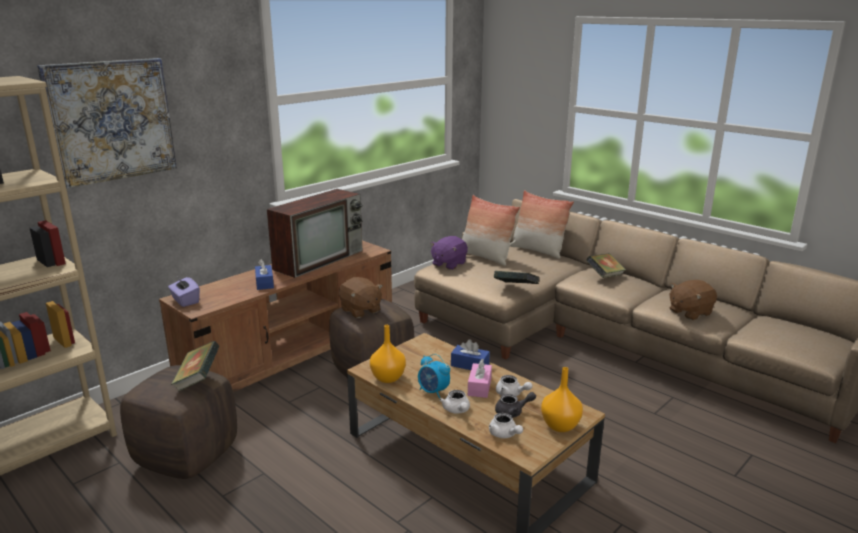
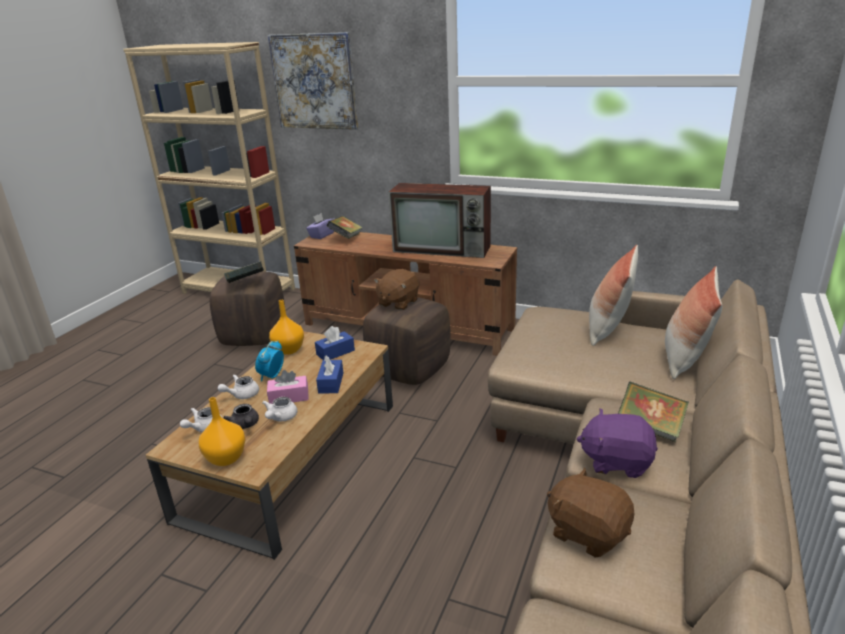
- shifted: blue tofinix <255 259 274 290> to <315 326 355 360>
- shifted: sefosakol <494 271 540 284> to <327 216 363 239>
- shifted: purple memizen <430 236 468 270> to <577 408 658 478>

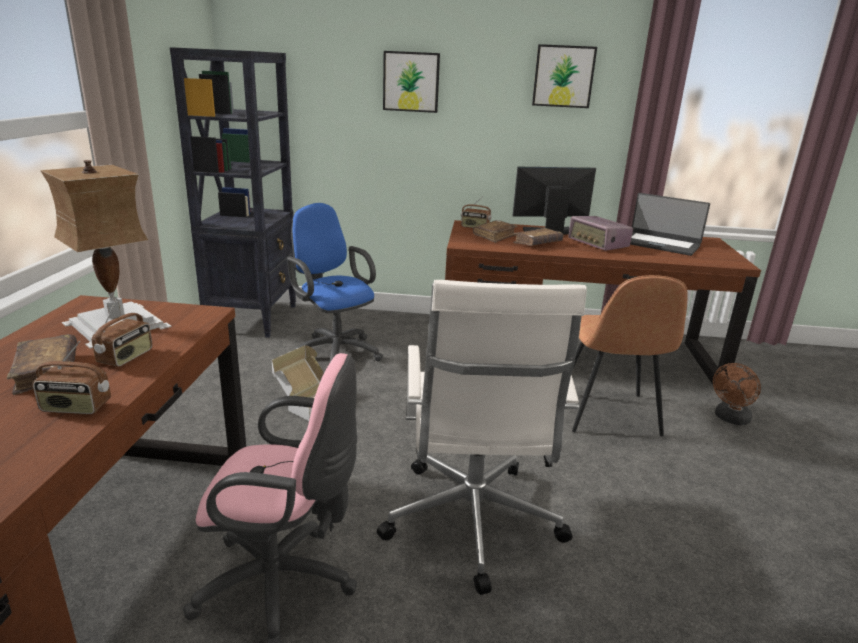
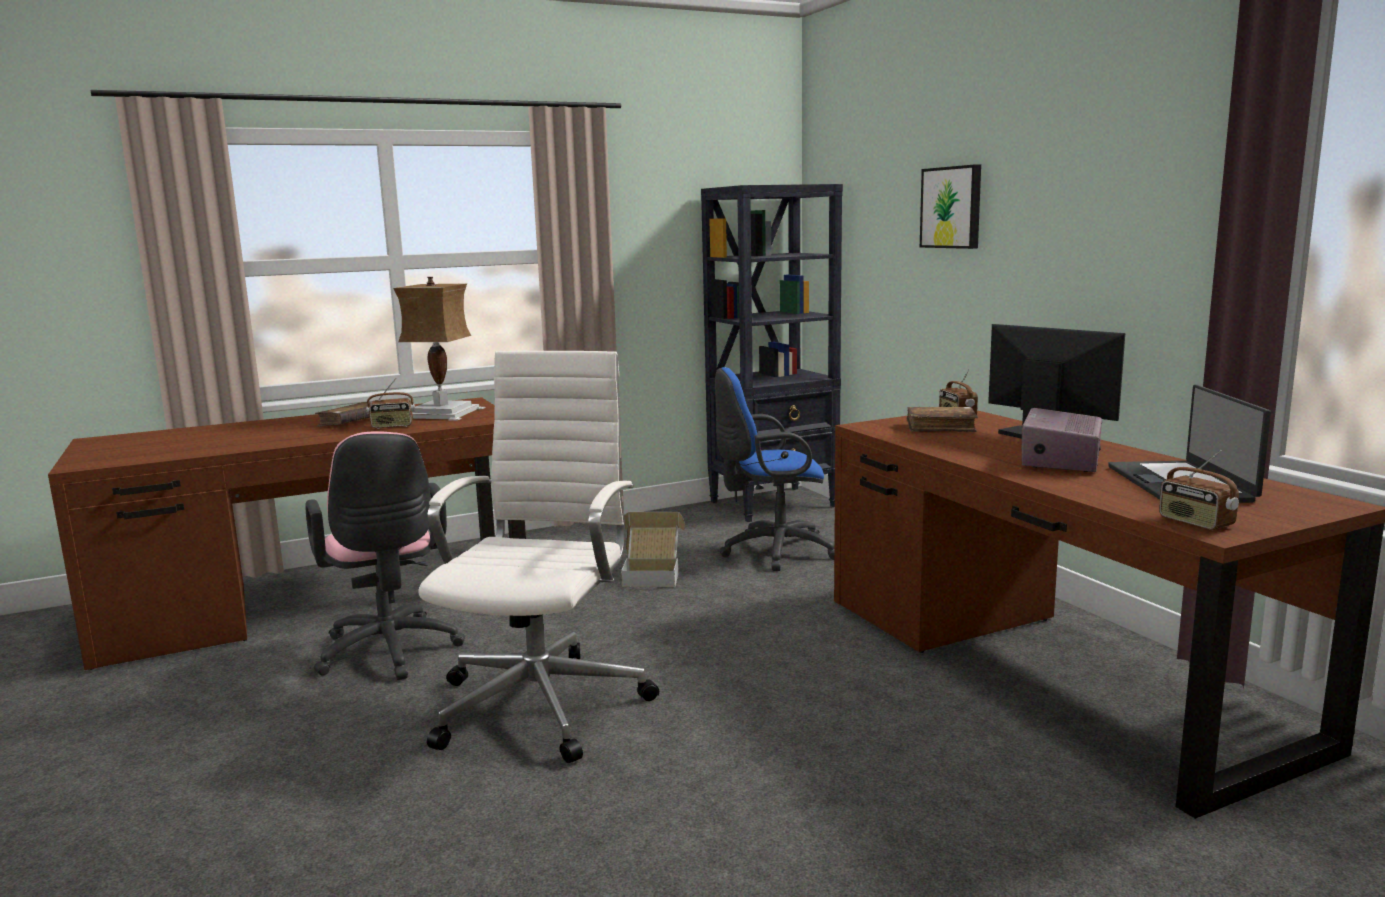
- rotated: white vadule <377 280 587 595> = <418 351 659 763> 135 degrees clockwise
- rotated: blue vadule <287 203 383 364> = <715 367 834 571> 120 degrees counterclockwise
- shifted: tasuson <32 341 111 415> to <1159 450 1239 530>
- gone: brown sefosakol <513 228 563 246>
- gone: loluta <532 44 597 108>
- gone: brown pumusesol <572 275 688 436>
- gone: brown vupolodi <713 363 761 425>

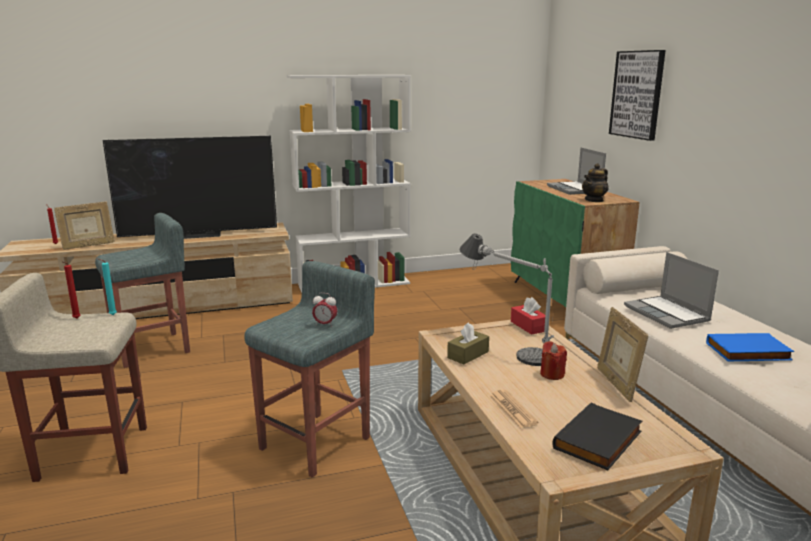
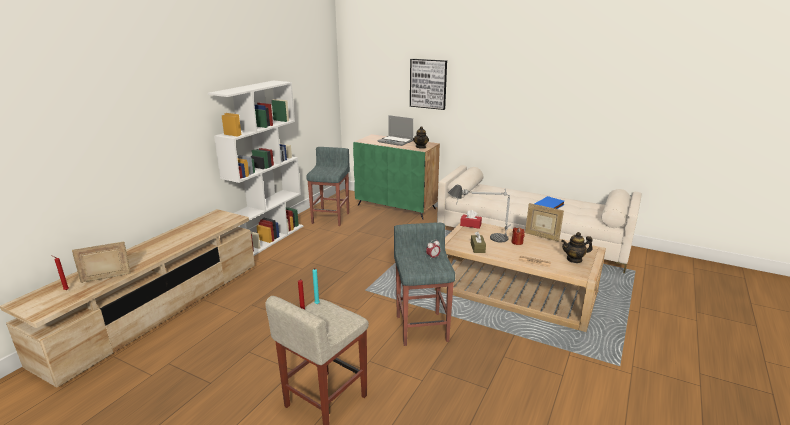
- rotated: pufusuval <54 202 115 250> = <72 242 131 283> 135 degrees counterclockwise
- shifted: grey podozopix <95 213 190 368> to <306 147 350 226>
- swapped: black sefosakol <552 402 642 470> to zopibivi <561 232 593 263>
- gone: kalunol <103 136 277 239>
- gone: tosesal <624 252 719 329>

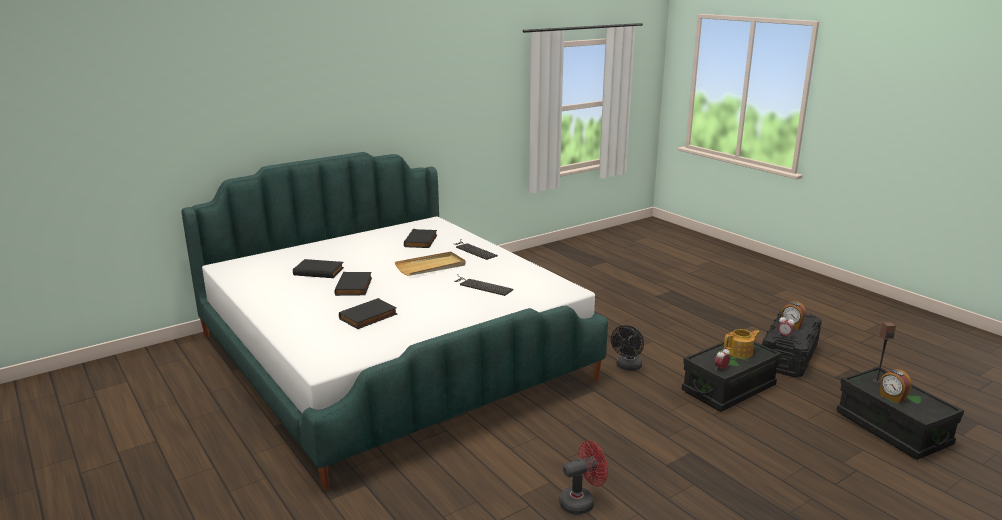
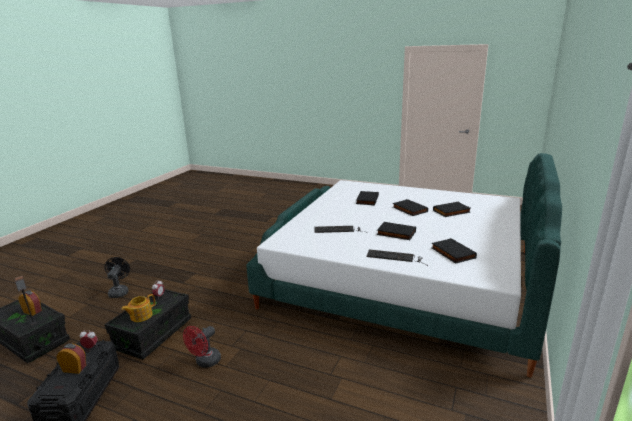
- shifted: black vupolodi <611 325 644 371> to <104 257 130 298>
- shifted: red vupolodi <559 440 608 515> to <183 326 221 368>
- swapped: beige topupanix <395 252 466 276> to black sefosakol <377 222 416 240>

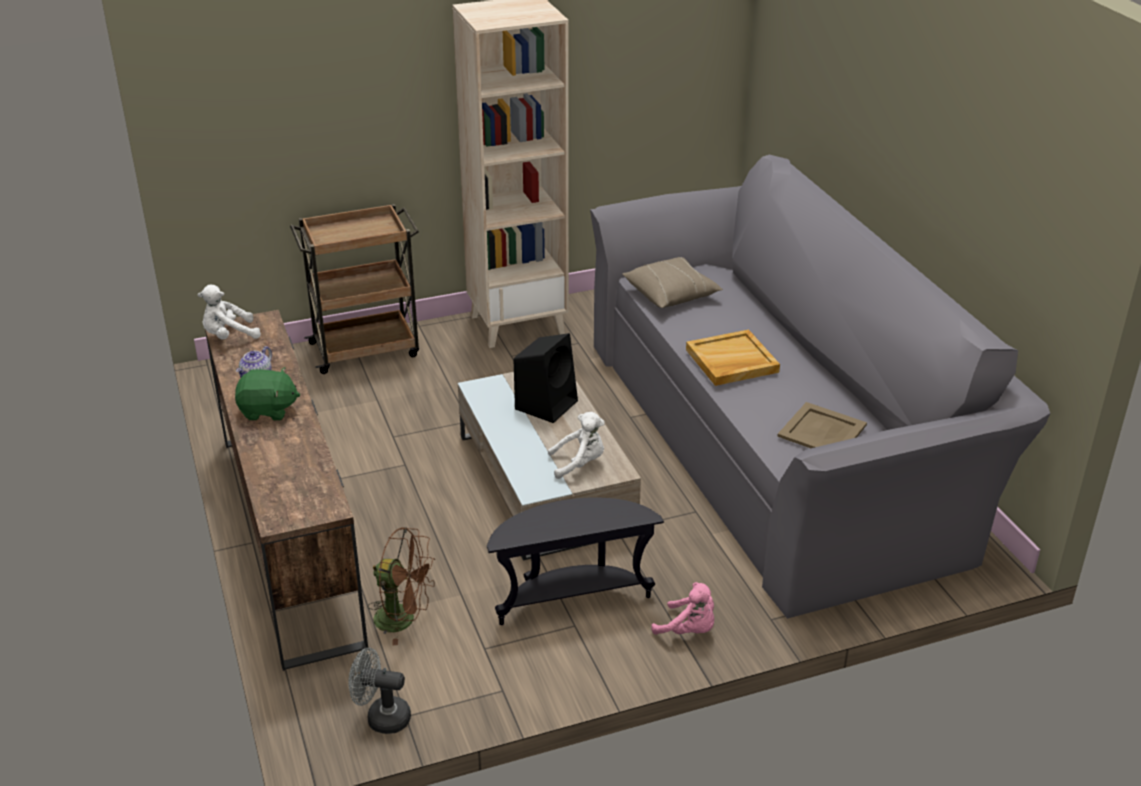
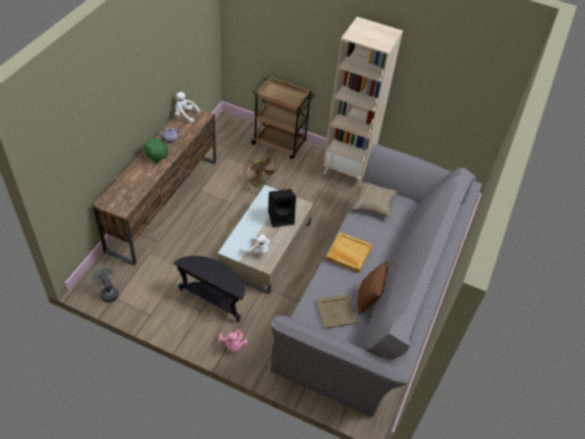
- shifted: brown vupolodi <367 527 435 646> to <245 153 278 190>
- new: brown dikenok <357 261 388 315>

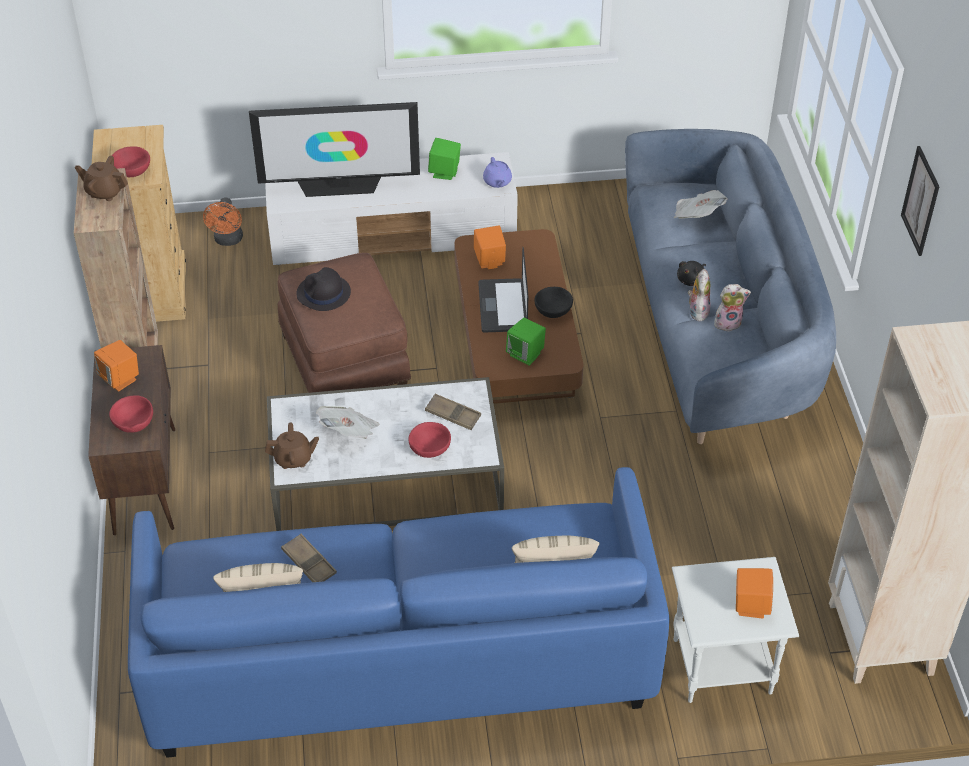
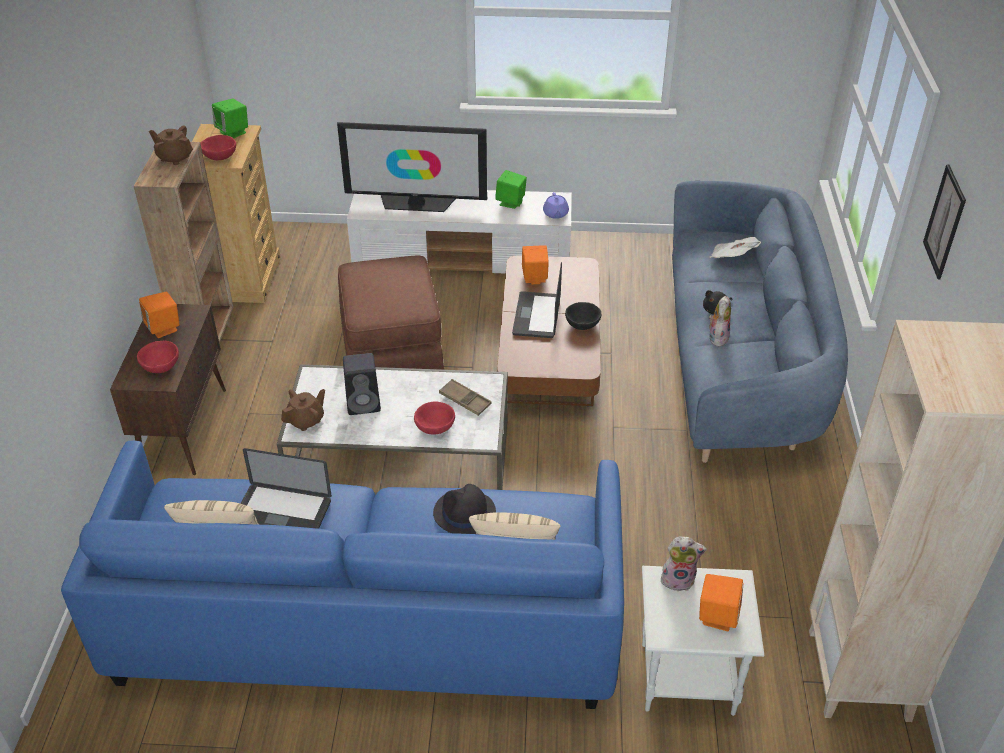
- shifted: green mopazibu <506 318 546 366> to <212 98 248 138>
- swapped: brown topupanix <281 534 337 582> to tosesal <241 448 332 529>
- rotated: brown zopibivi <265 423 319 469> = <281 389 325 431> 45 degrees counterclockwise
- swapped: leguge <316 406 380 439> to black mopazibu <343 353 381 415>
- shifted: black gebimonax <297 267 351 311> to <433 484 496 534>
- shifted: memizen <714 284 751 332> to <661 536 707 591>
- gone: orange vupolodi <203 197 243 246>

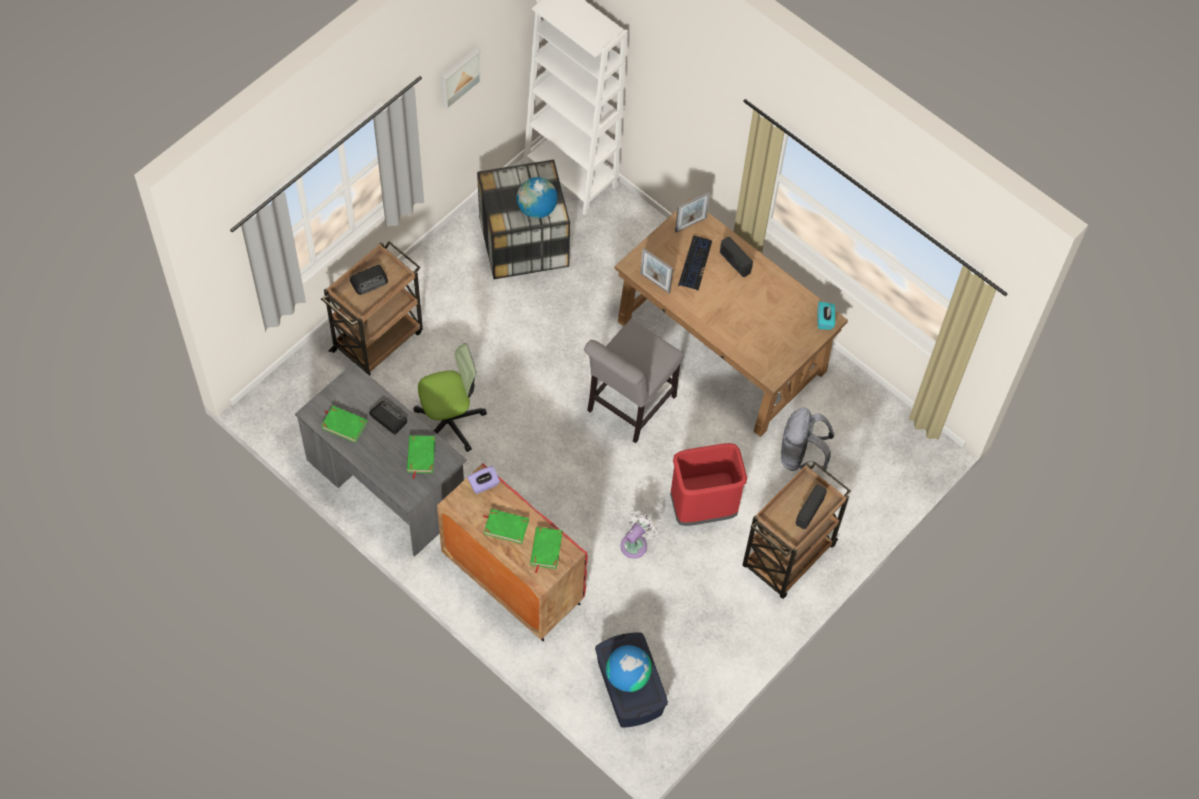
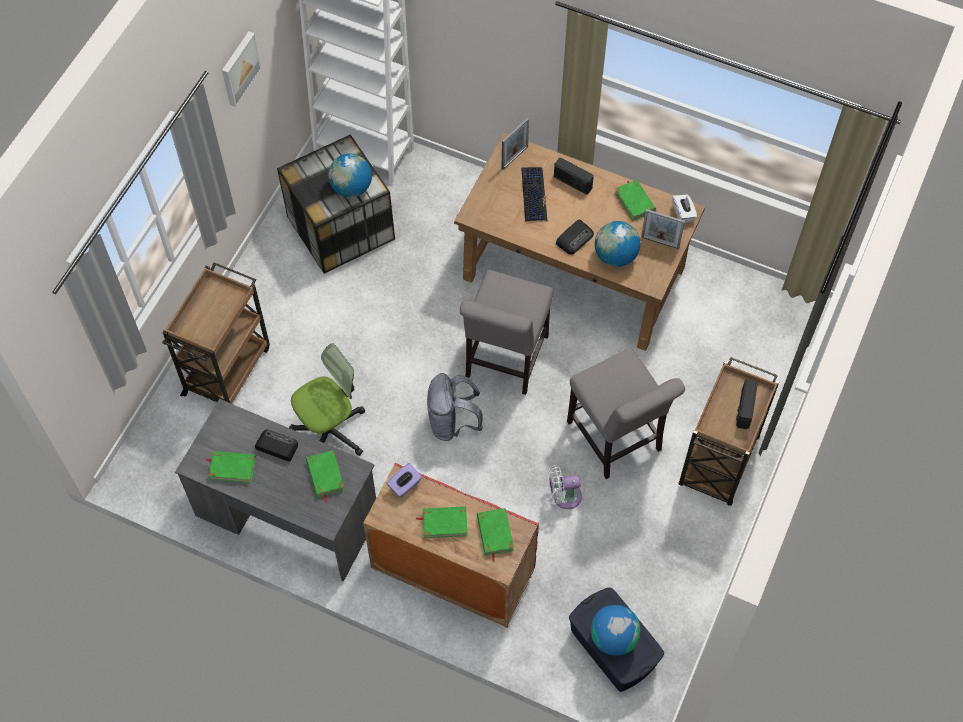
- shifted: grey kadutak <781 407 834 471> to <427 373 483 441>
- rotated: white vupolodi <620 510 658 559> = <549 465 582 509> 120 degrees counterclockwise
- shifted: tasuson <350 265 388 295> to <556 219 594 255>
- swapped: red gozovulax <670 443 747 526> to grey pumusesol <567 348 685 479>
- new: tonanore <595 221 640 267>
- new: green sefosakol <614 179 656 221>
- shifted: pufusuval <640 248 673 293> to <641 209 685 249>
- repainted: turquoise tofinix <818 301 836 330> to white tofinix <672 195 697 223>

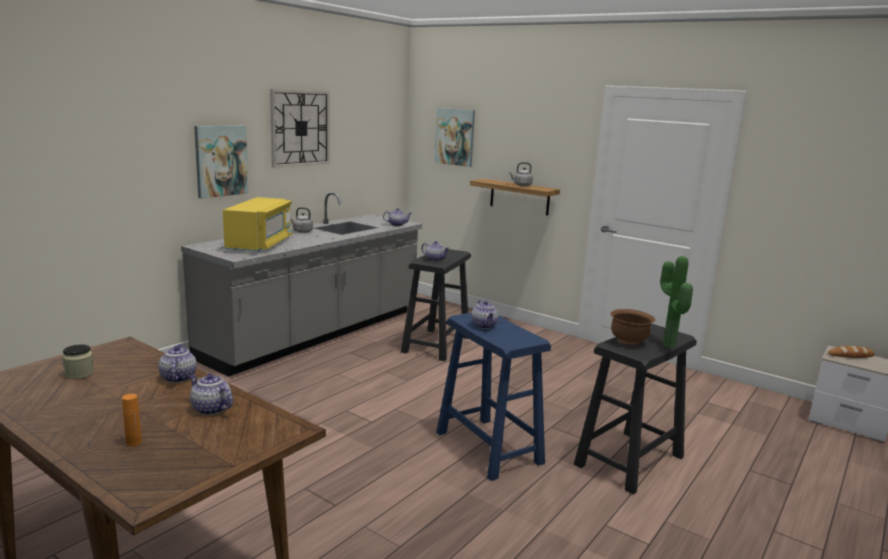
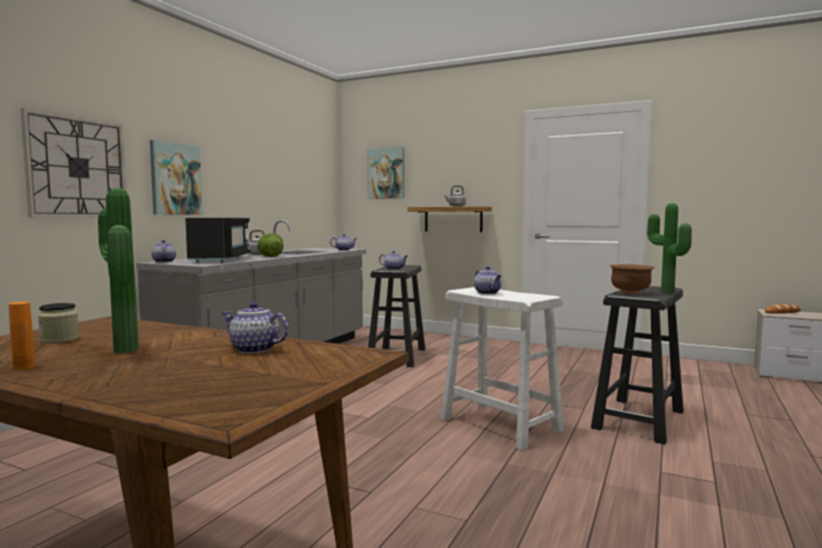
- shifted: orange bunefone <122 394 142 446> to <9 302 35 370>
- shifted: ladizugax <270 89 330 168> to <21 108 126 218>
- new: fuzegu <98 188 139 353>
- shifted: zopibivi <158 344 197 383> to <151 240 176 262>
- repainted: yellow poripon <223 197 292 252> to black poripon <185 218 251 262>
- new: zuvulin <257 233 283 257>
- repainted: blue podozopix <436 313 551 481> to white podozopix <441 287 564 451>

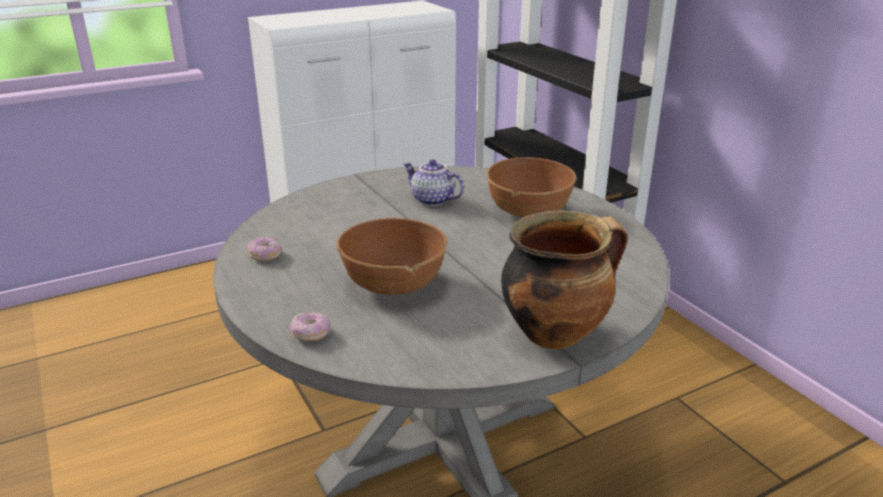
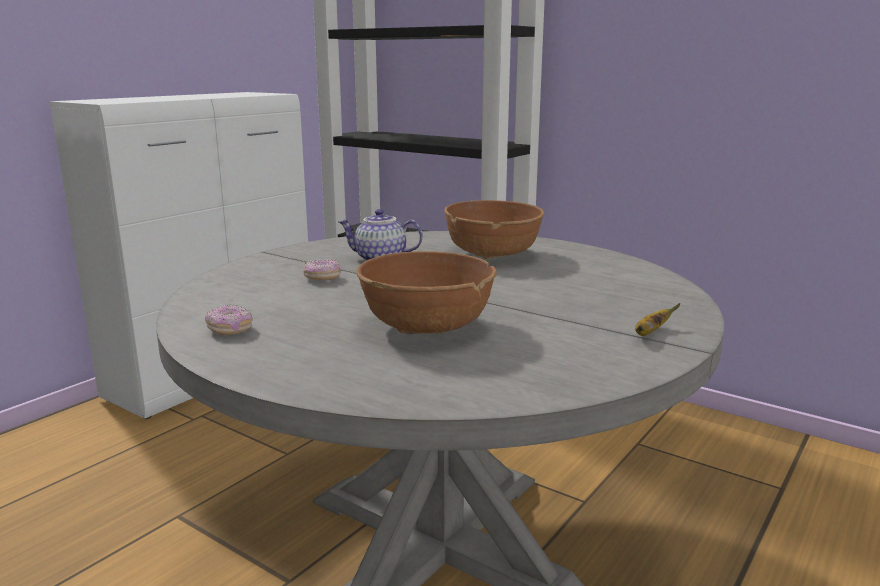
- shifted: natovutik <290 312 329 341> to <303 259 341 280>
- swapped: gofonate <501 210 628 349> to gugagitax <635 303 680 336>

